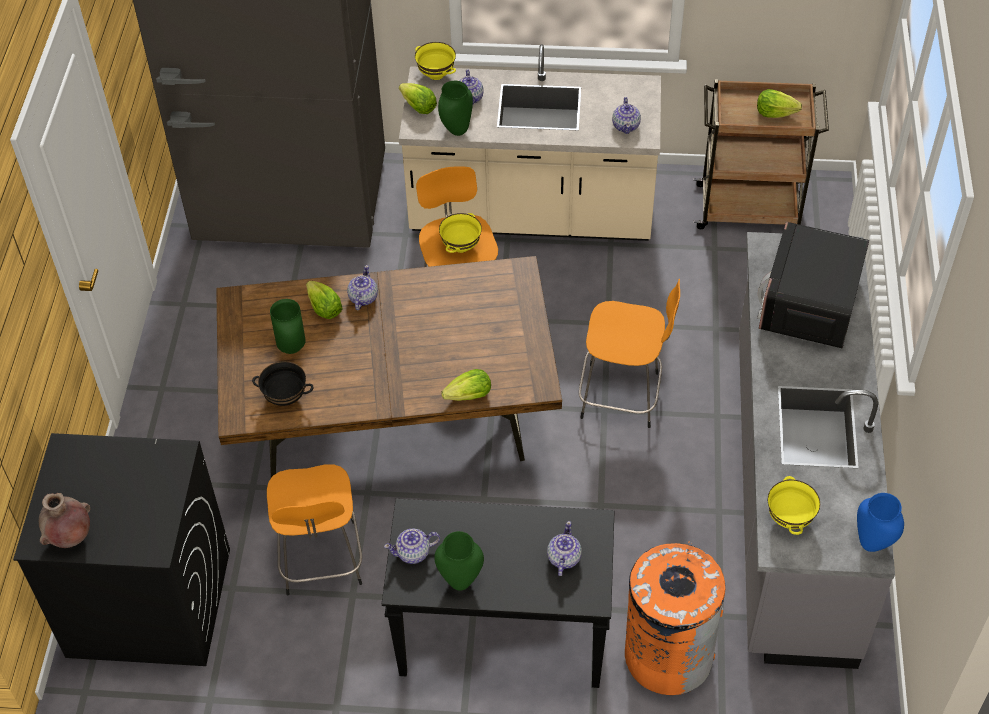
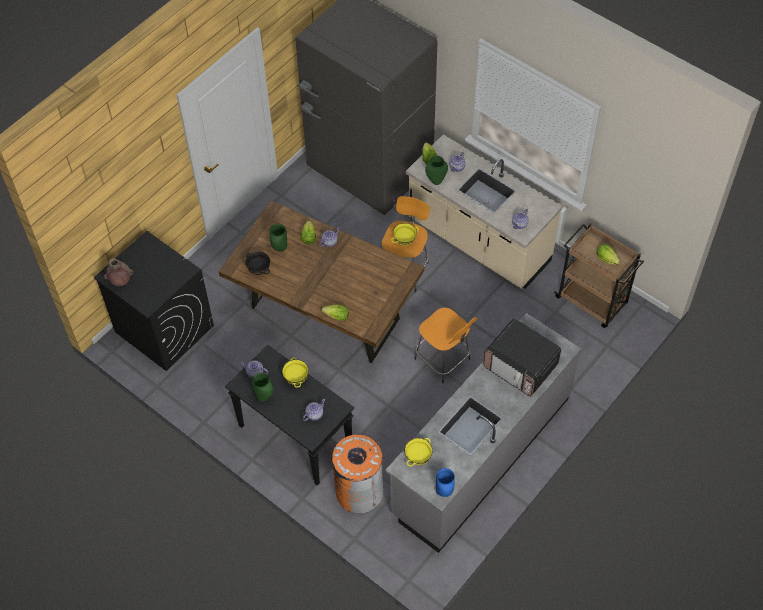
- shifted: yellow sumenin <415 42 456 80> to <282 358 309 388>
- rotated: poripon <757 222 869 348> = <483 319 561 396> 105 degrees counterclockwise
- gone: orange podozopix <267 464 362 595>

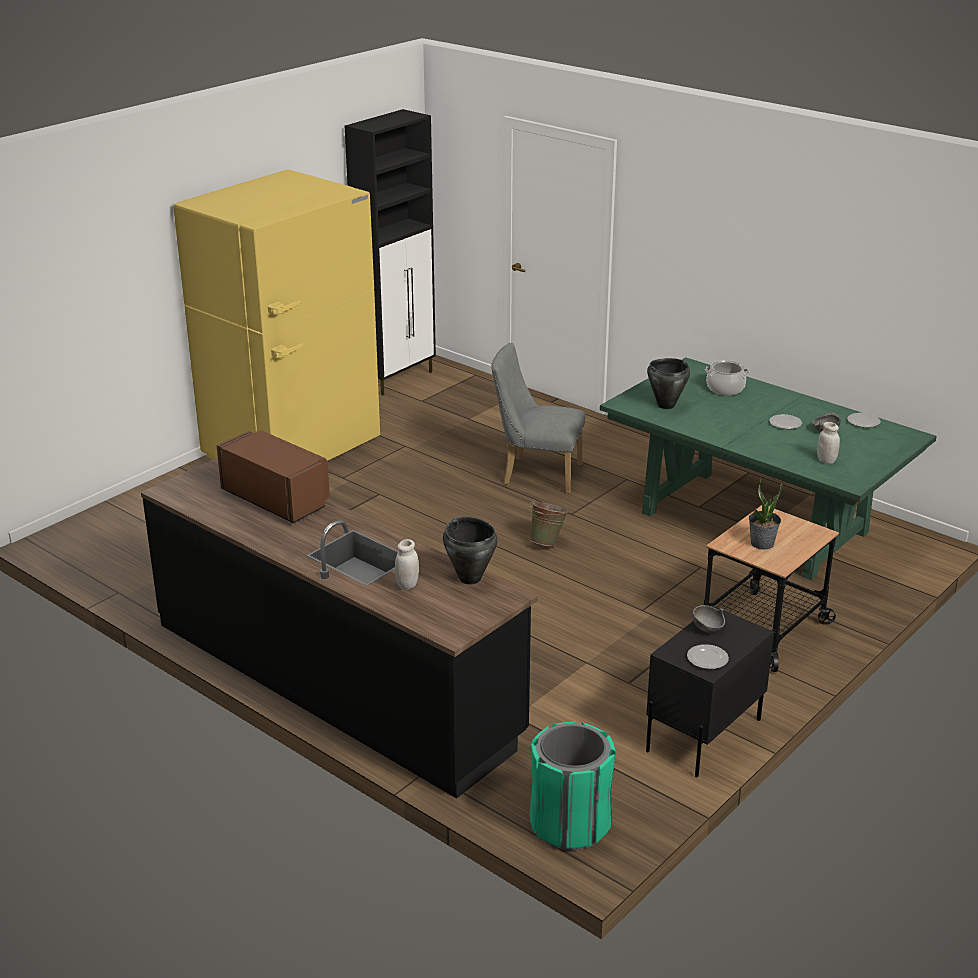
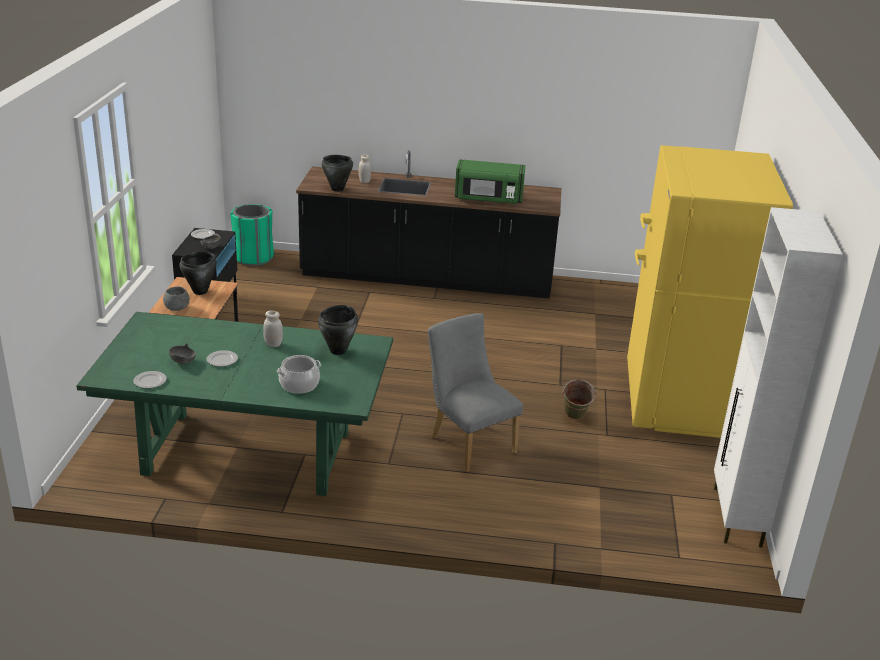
- new: grey sumenin <163 287 190 311>
- swapped: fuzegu <749 478 783 550> to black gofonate <179 252 217 295>
- shifted: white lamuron <817 422 840 464> to <263 311 283 347>
- rotated: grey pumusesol <491 343 586 494> = <428 313 523 472> 105 degrees counterclockwise
- repainted: brown poripon <217 430 330 523> to green poripon <455 159 526 204>
- shifted: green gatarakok <530 499 569 546> to <562 379 597 419>
- repainted: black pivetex <345 109 436 395> to white pivetex <714 207 843 548>

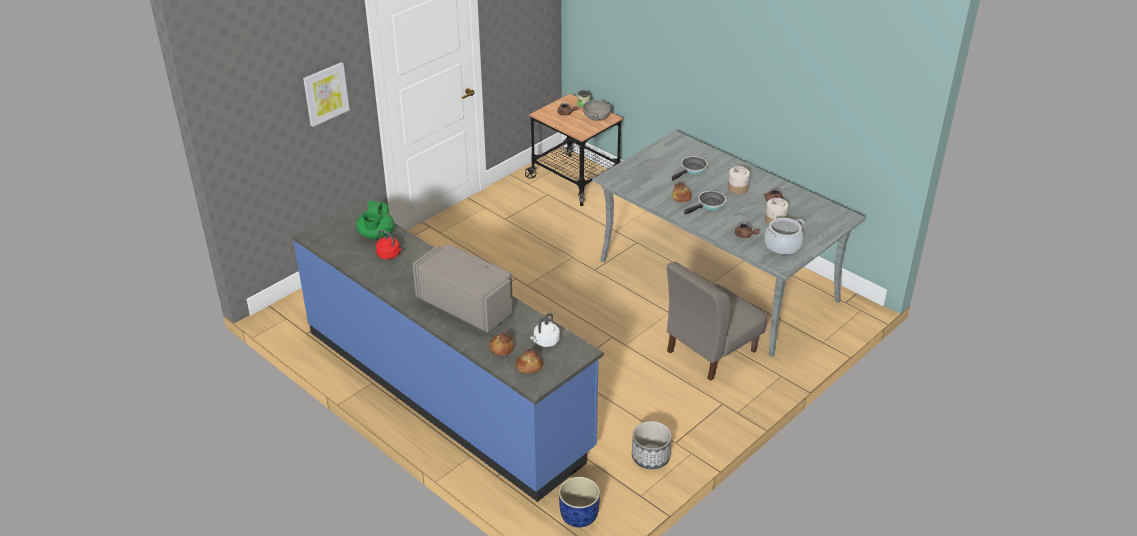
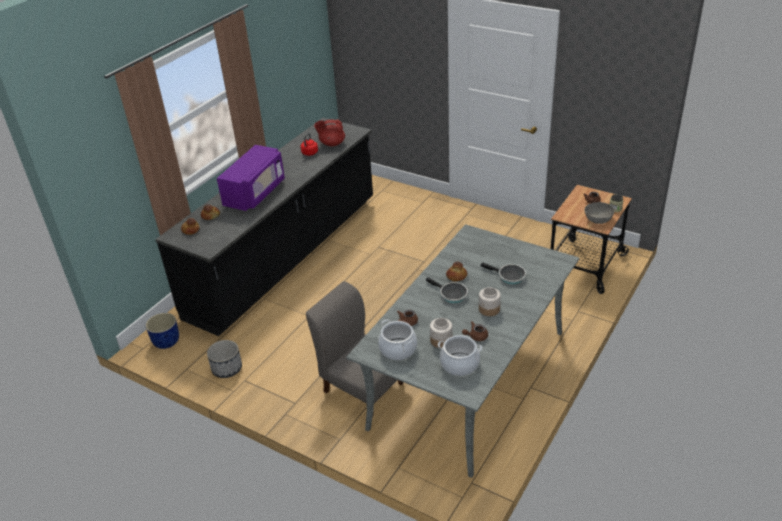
- repainted: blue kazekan <292 201 604 502> to black kazekan <155 118 373 336>
- repainted: grey poripon <412 244 513 334> to purple poripon <217 145 285 211>
- repainted: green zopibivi <356 201 394 239> to red zopibivi <314 119 345 147>
- new: gofonate <438 335 482 376>
- gone: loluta <303 62 350 127>
- gone: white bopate <530 313 560 347>

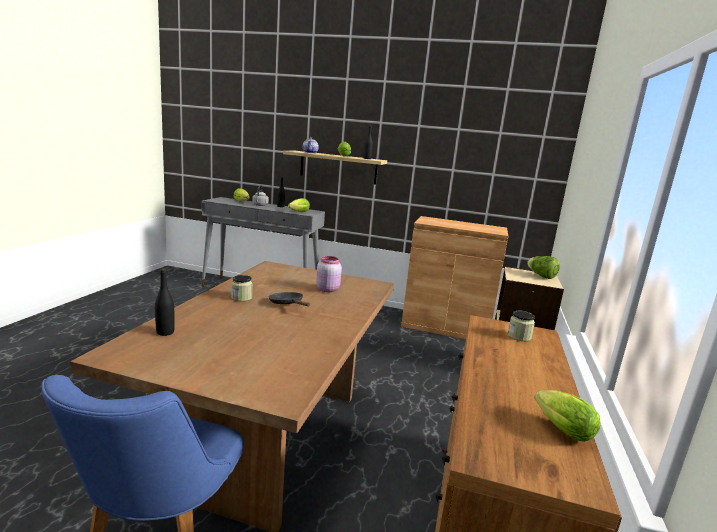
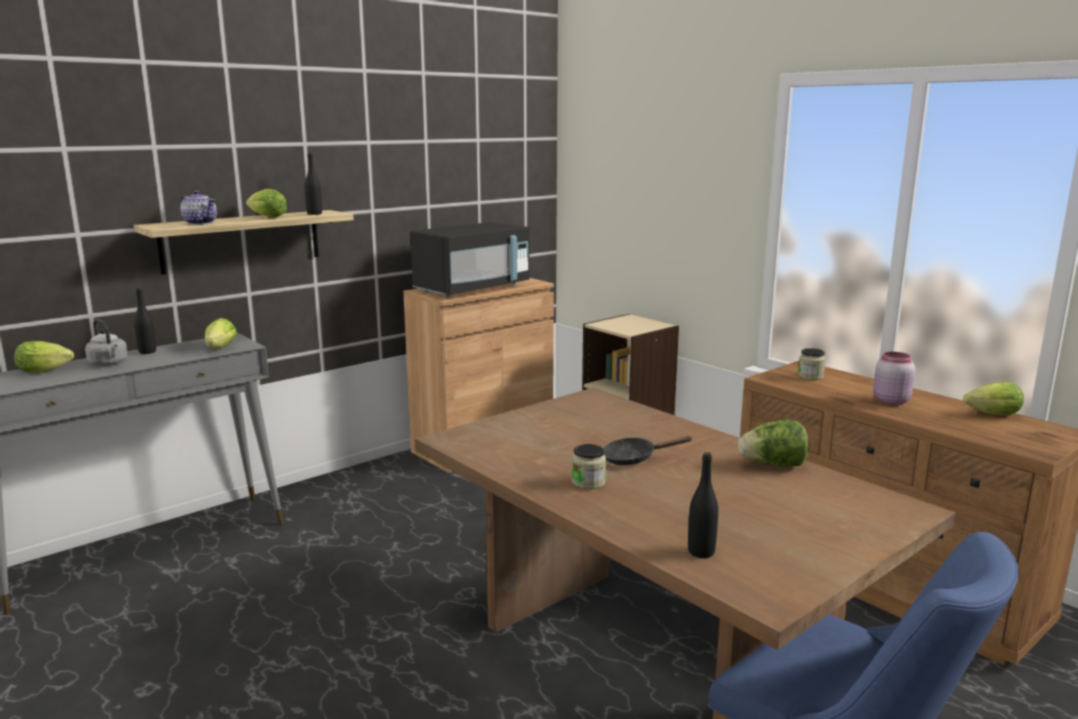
- new: black poripon <410 222 530 297>
- shifted: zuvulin <527 256 560 279> to <738 419 809 467>
- shifted: pink lamuron <316 256 342 292> to <873 352 915 405>

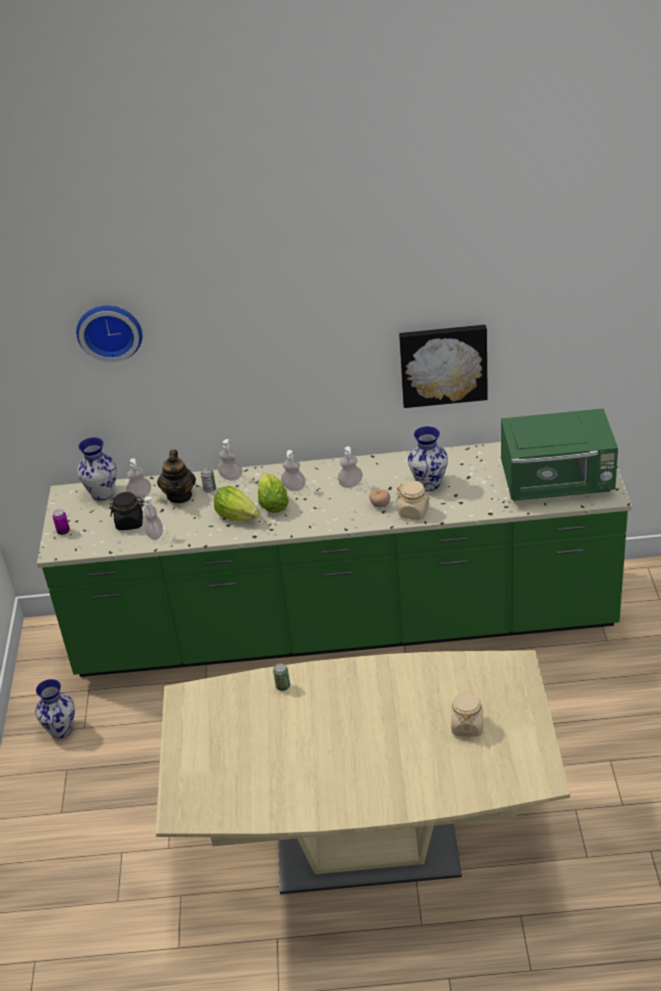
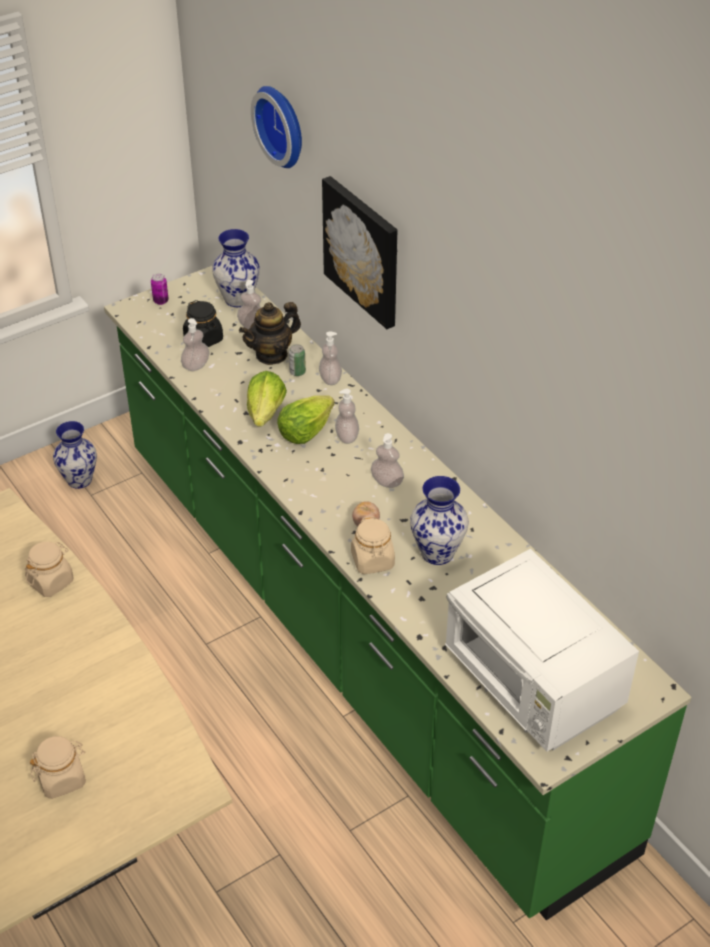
- swapped: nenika <273 663 290 691> to beige lamuron <25 542 74 597>
- shifted: loluta <399 325 488 408> to <322 176 397 329>
- repainted: green poripon <501 408 618 501> to white poripon <445 549 639 752>

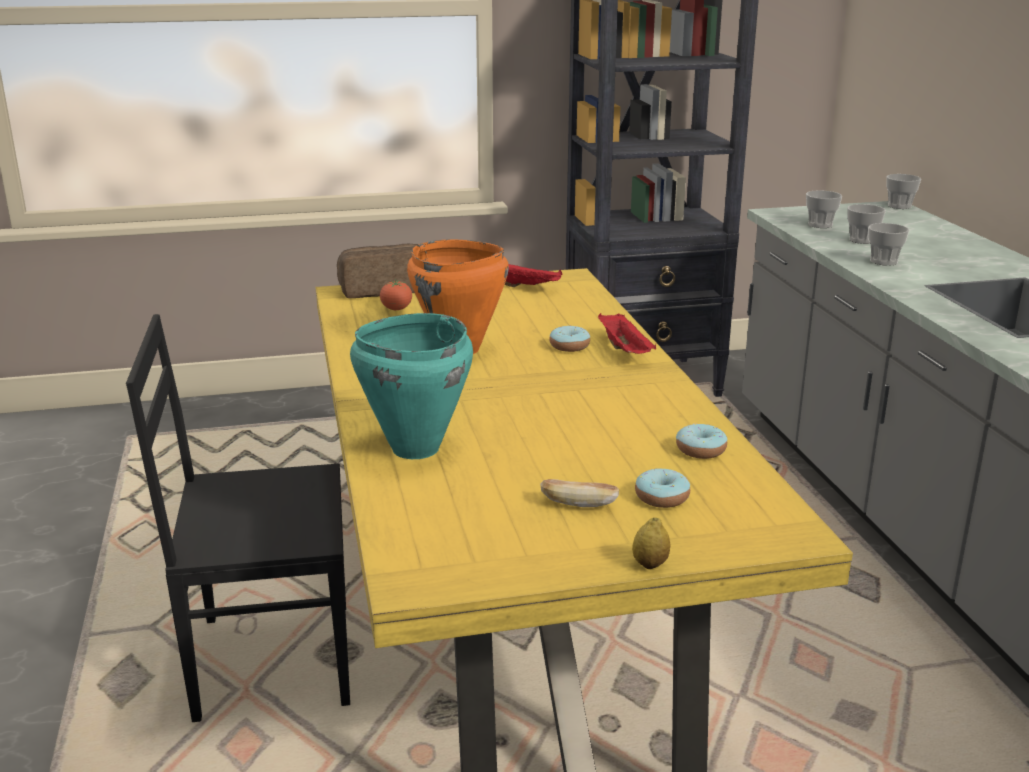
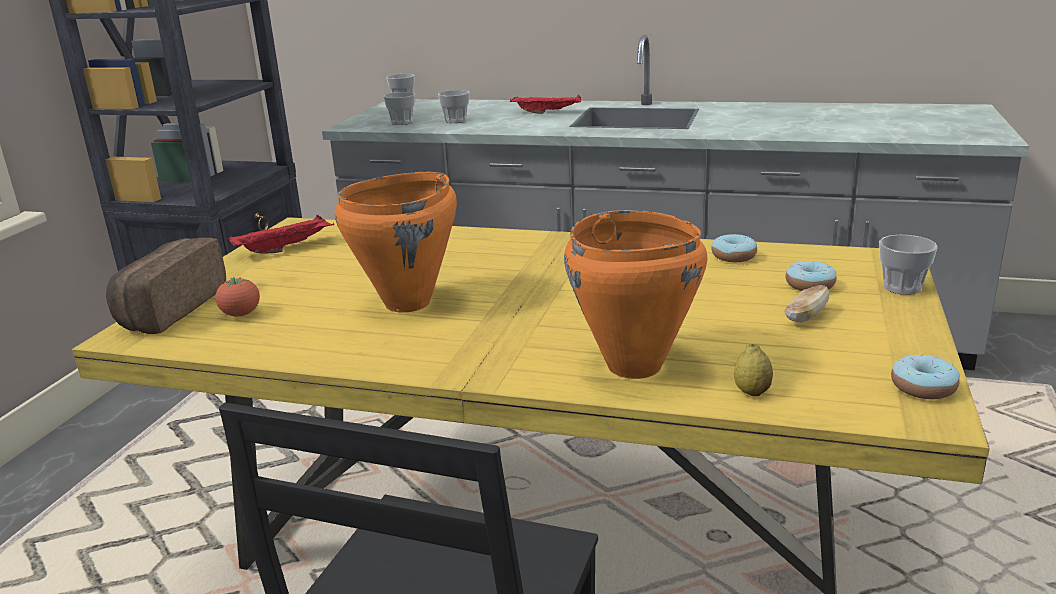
- shifted: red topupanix <598 313 656 354> to <510 95 581 114>
- repainted: turquoise gofonate <350 313 473 459> to orange gofonate <564 210 707 379>
- shifted: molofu <632 517 671 569> to <734 343 773 396>
- shifted: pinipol <868 223 909 266> to <879 235 938 295>
- shifted: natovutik <549 326 590 352> to <891 355 960 399>

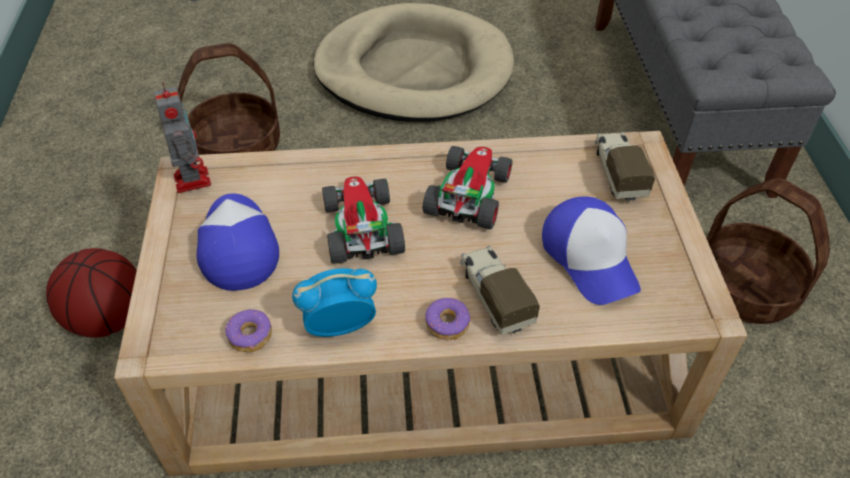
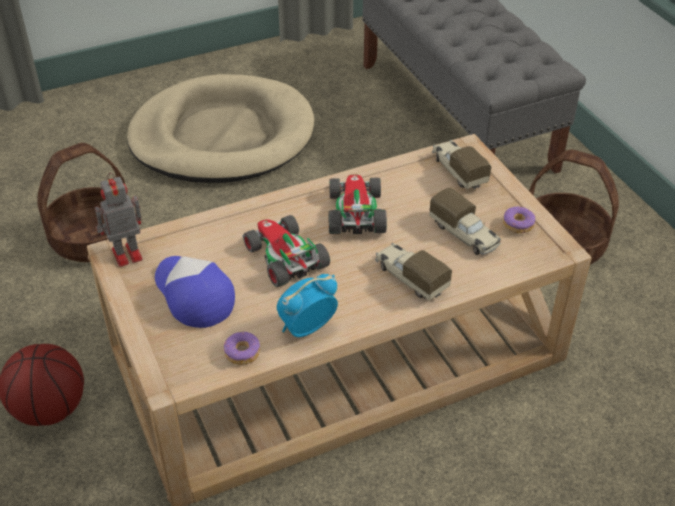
- rotated: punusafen <154 81 211 193> = <95 173 143 267> 75 degrees counterclockwise
- swapped: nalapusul <542 196 641 305> to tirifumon <429 188 501 255>
- shifted: natovutik <425 297 471 340> to <503 207 535 233>

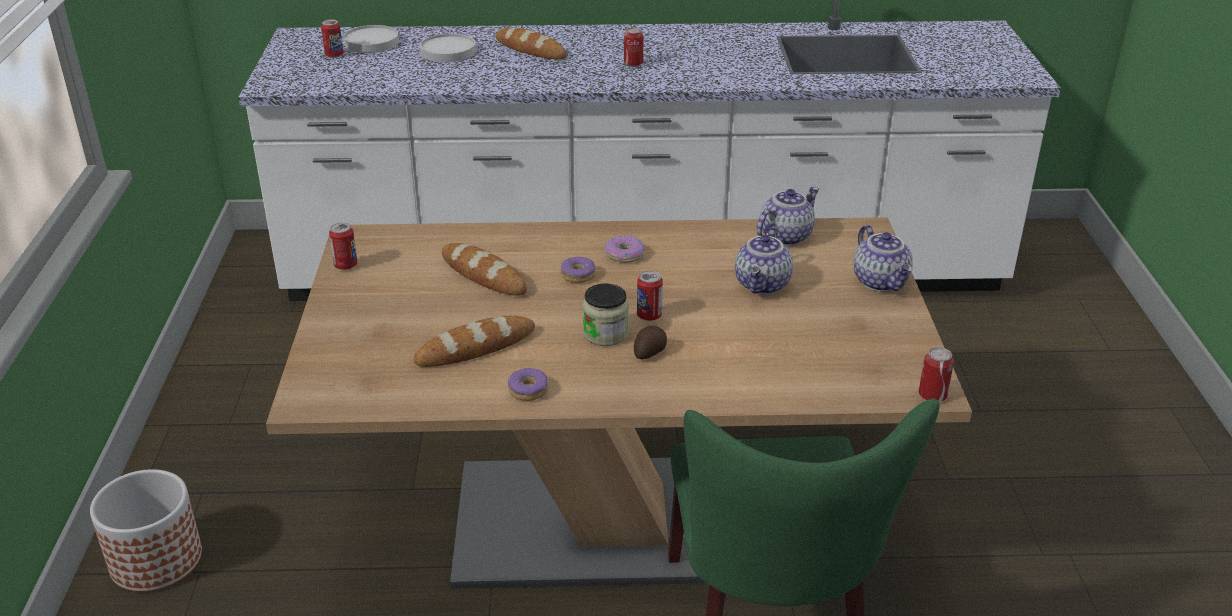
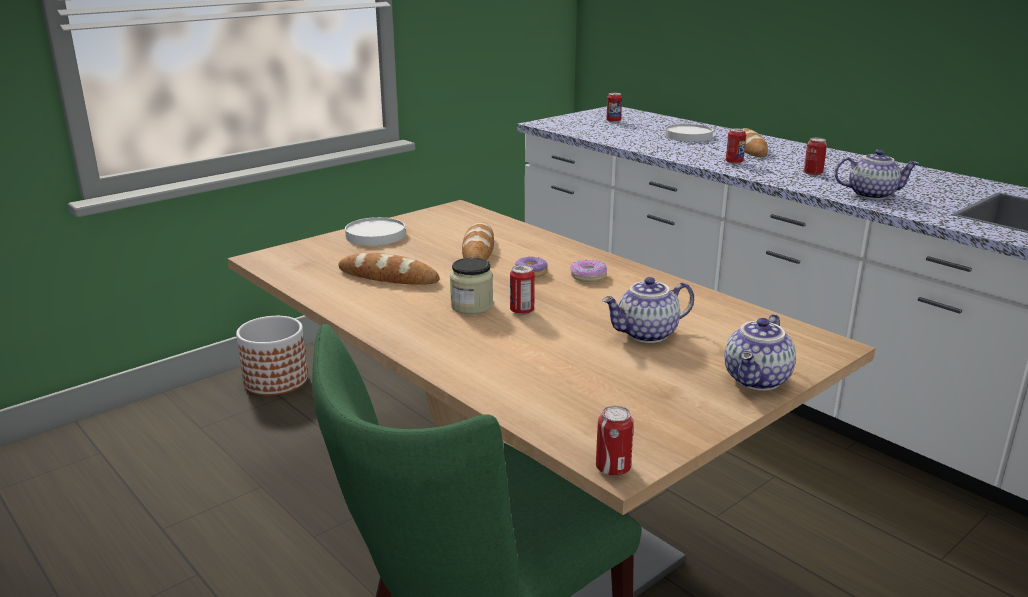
- shifted: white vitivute <343 25 399 53> to <345 217 405 246>
- shifted: nenika <329 222 357 270> to <726 128 746 164>
- shifted: zopibivi <756 187 819 246> to <834 149 920 200>
- gone: natovutik <508 368 548 401>
- gone: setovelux <634 326 667 359>

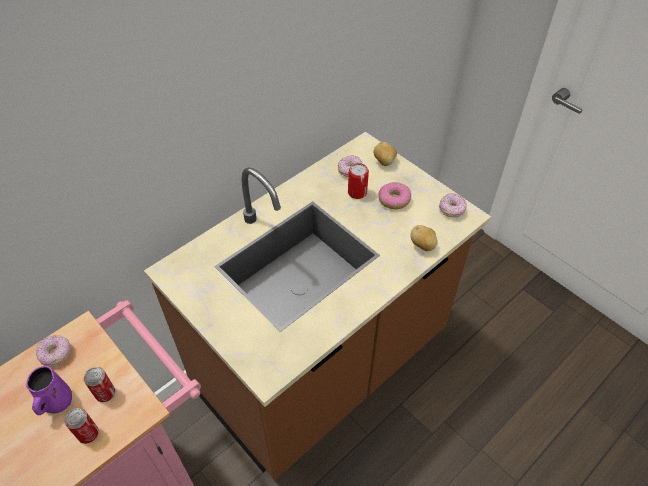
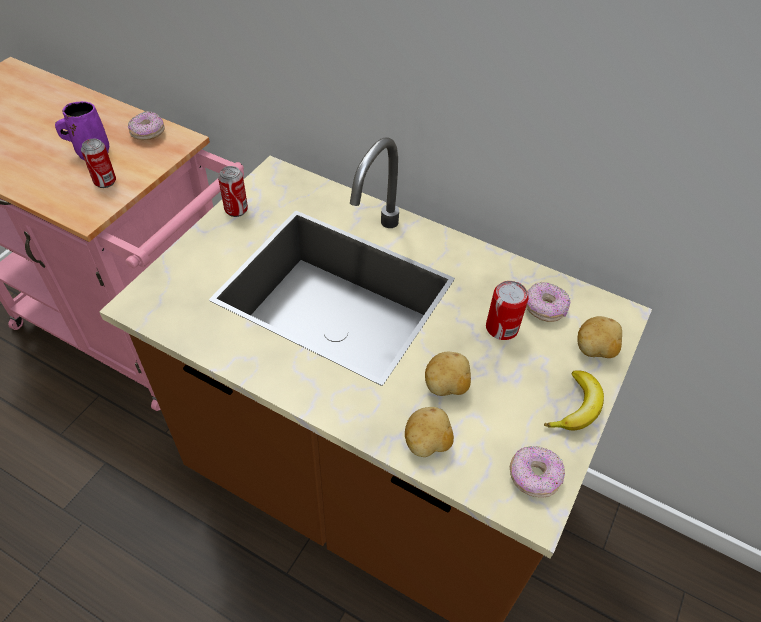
- shifted: nenika <65 408 99 444> to <218 166 248 217>
- new: setovelux <425 352 471 396>
- new: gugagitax <544 370 604 430>
- gone: natovutik <378 182 411 209>

